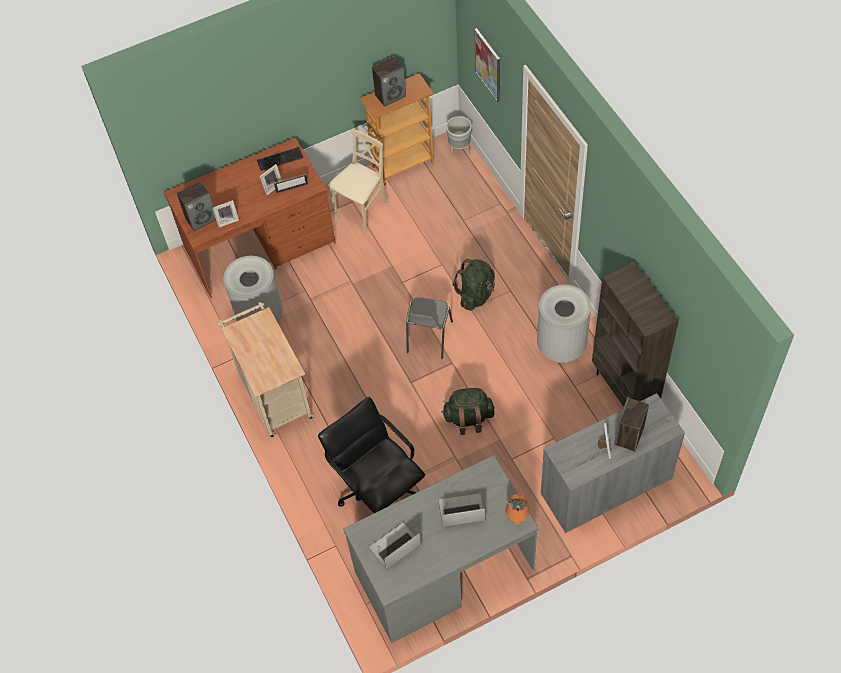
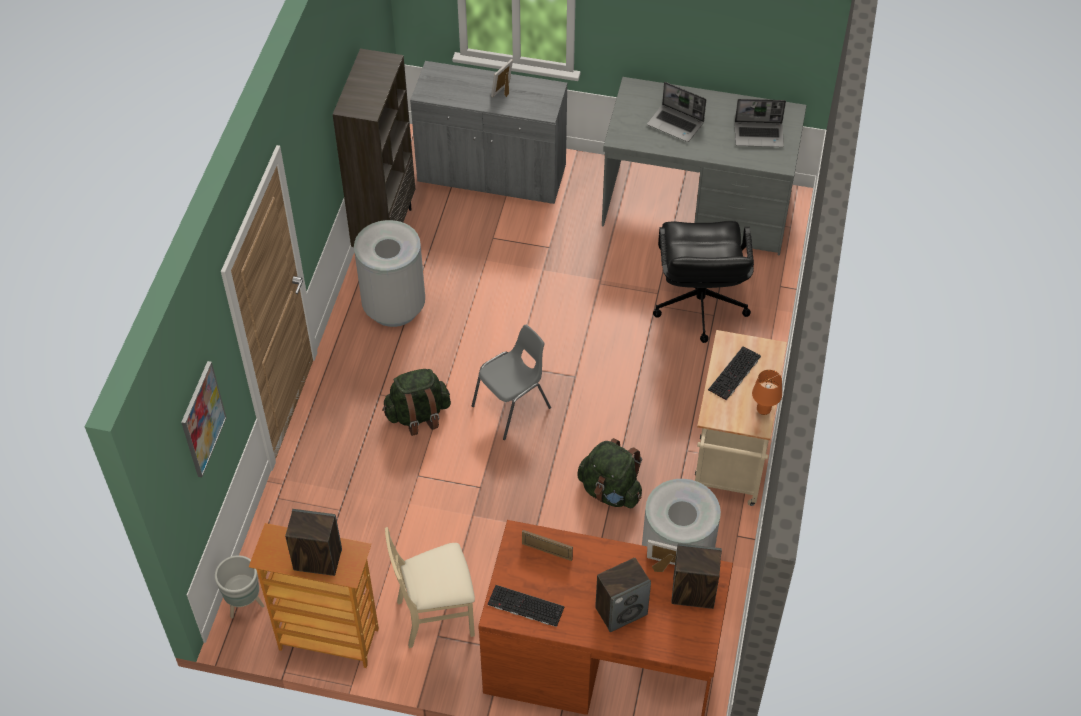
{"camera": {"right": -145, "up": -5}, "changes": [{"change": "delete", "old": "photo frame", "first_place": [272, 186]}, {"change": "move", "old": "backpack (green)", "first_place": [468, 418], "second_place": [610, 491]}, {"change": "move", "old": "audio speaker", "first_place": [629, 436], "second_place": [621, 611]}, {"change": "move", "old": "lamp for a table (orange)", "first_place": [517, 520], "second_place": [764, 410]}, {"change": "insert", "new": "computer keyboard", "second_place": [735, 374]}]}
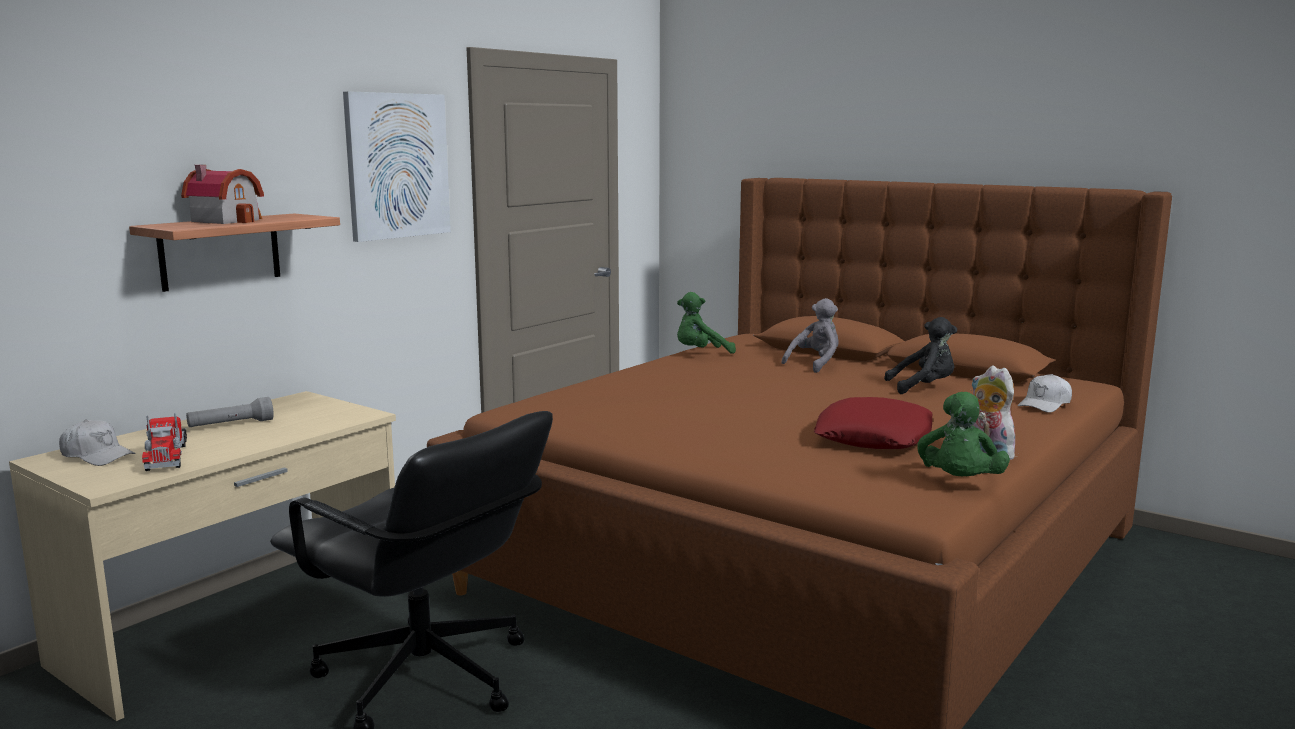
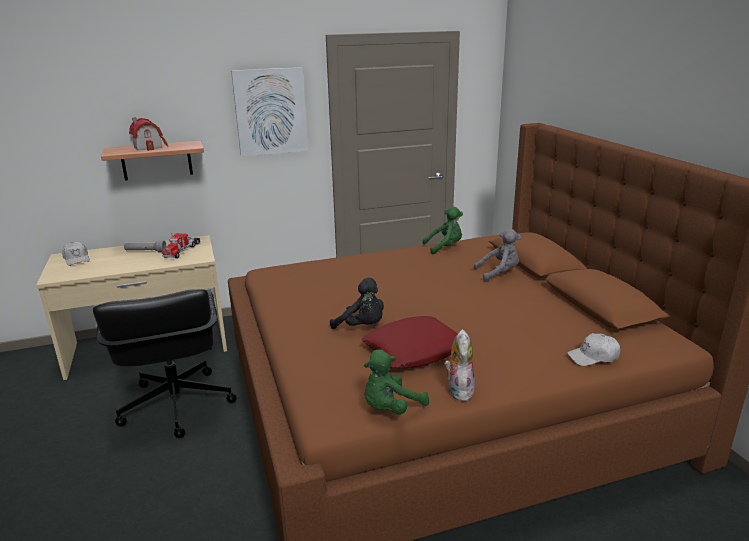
{"camera": {"right": 35, "up": 10}, "changes": [{"change": "rotate", "old": "plush toy (green)", "first_place": [701, 353], "second_place": [445, 247], "degrees": 150}, {"change": "move", "old": "plush toy (black-coloured)", "first_place": [923, 387], "second_place": [362, 326]}, {"change": "move", "old": "model truck", "first_place": [167, 456], "second_place": [182, 250]}]}
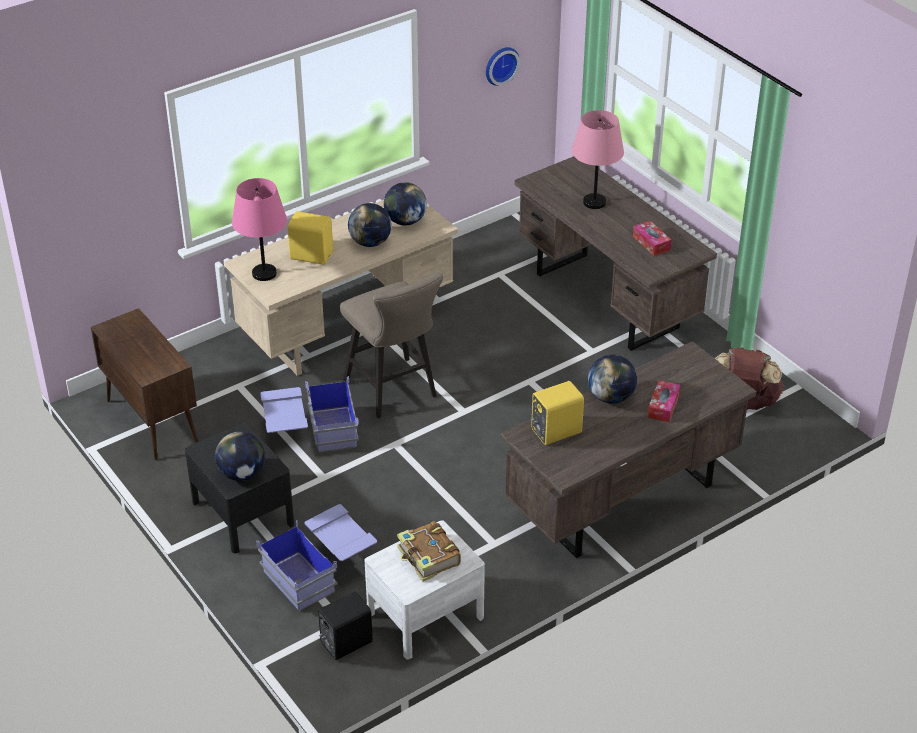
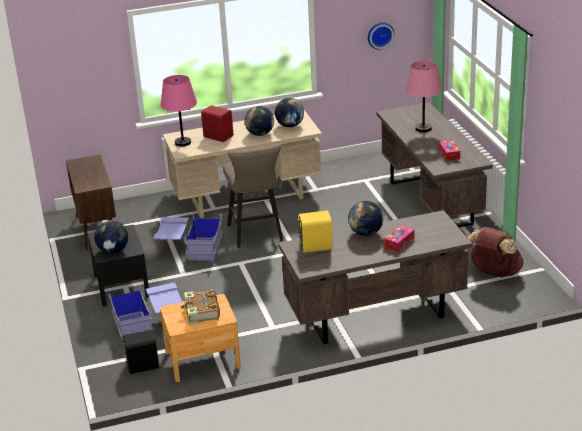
{"camera": {"right": 20, "up": -10}, "changes": [{"change": "recolor", "old": "audio speaker (yellow)", "new": "audio speaker (reddish)", "first_place": [311, 255], "second_place": [218, 136]}, {"change": "recolor", "old": "bedside table (whitish)", "new": "bedside table (brownish)", "first_place": [425, 615], "second_place": [202, 360]}]}
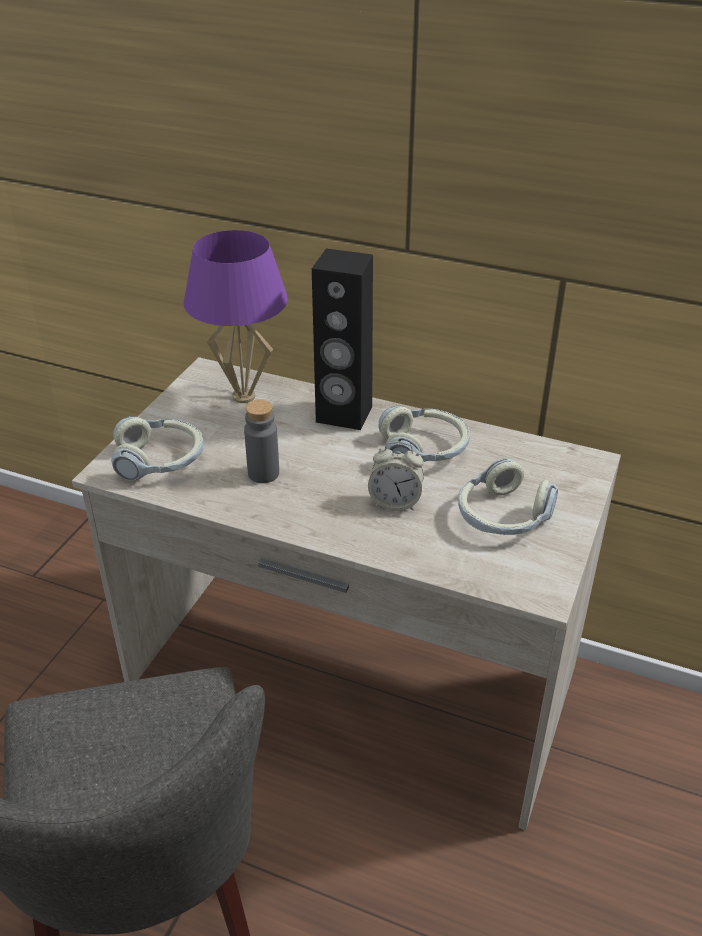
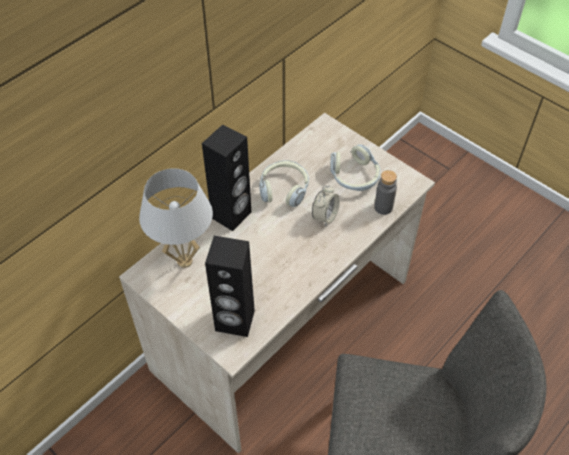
{"camera": {"right": -70, "up": 15}, "changes": [{"change": "recolor", "old": "lamp for a table (purple-coloured)", "new": "lamp for a table (whitish)", "first_place": [244, 396], "second_place": [184, 261]}, {"change": "move", "old": "bottle (gray)", "first_place": [263, 473], "second_place": [383, 207]}, {"change": "replace", "old": "headset", "new": "audio speaker (black-coloured)", "first_place": [160, 461], "second_place": [234, 321]}]}
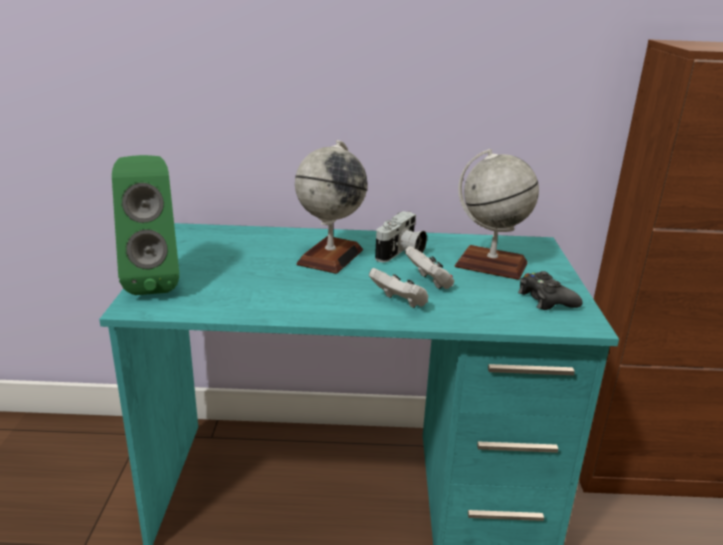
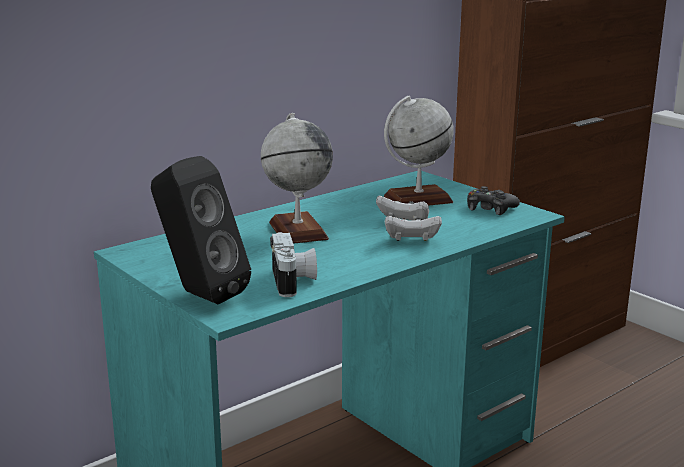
{"camera": {"right": -40, "up": -5}, "changes": [{"change": "recolor", "old": "audio speaker (green)", "new": "audio speaker (black-coloured)", "first_place": [154, 282], "second_place": [199, 295]}, {"change": "move", "old": "photo camera", "first_place": [401, 254], "second_place": [294, 282]}]}
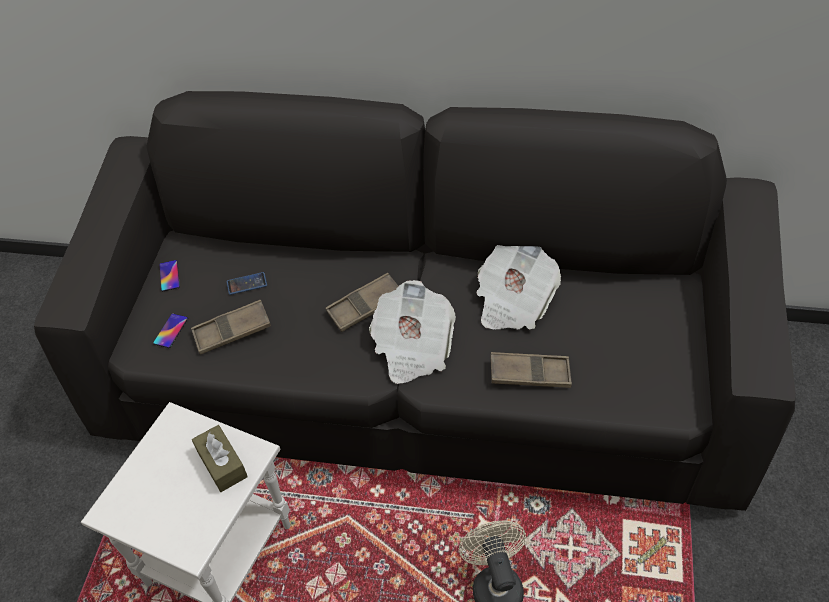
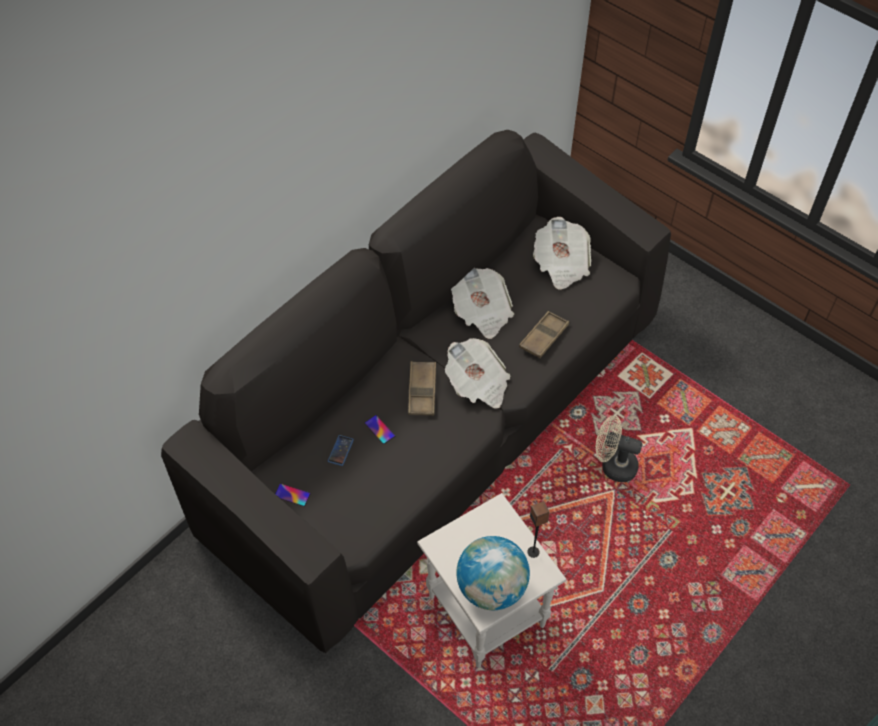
{"camera": {"right": -60, "up": 5}, "changes": [{"change": "delete", "old": "serving tray (brownish)", "first_place": [232, 331]}, {"change": "move", "old": "phone", "first_place": [171, 331], "second_place": [379, 429]}, {"change": "delete", "old": "box of tissues (brownish)", "first_place": [222, 464]}, {"change": "insert", "new": "daily paper", "second_place": [561, 264]}, {"change": "insert", "new": "audio speaker", "second_place": [533, 552]}, {"change": "insert", "new": "world globe", "second_place": [491, 588]}]}
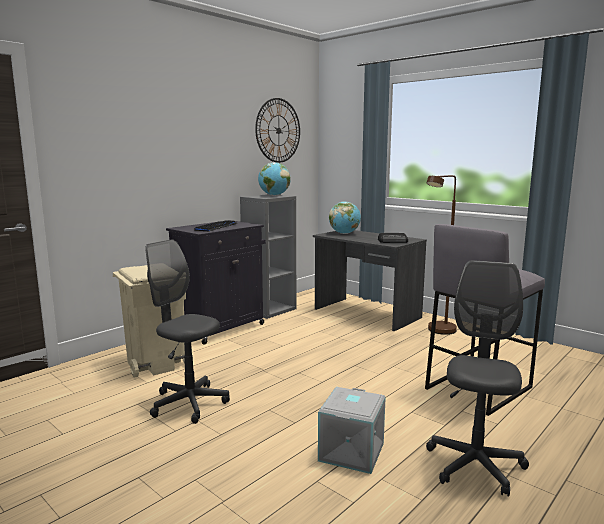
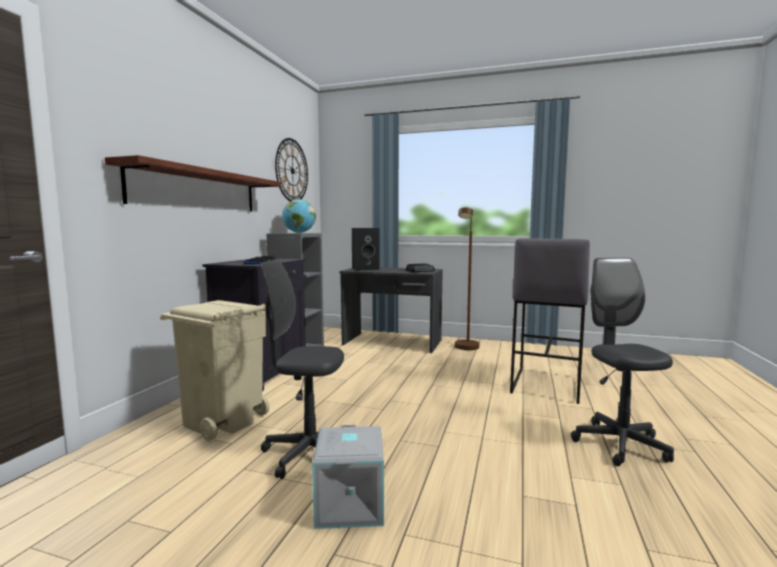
{"camera": {"right": -25, "up": -5}, "changes": [{"change": "replace", "old": "world globe", "new": "audio speaker (black-coloured)", "first_place": [344, 233], "second_place": [366, 269]}, {"change": "move", "old": "storage container (gray)", "first_place": [352, 452], "second_place": [351, 505]}, {"change": "insert", "new": "wall shelf", "second_place": [198, 190]}]}
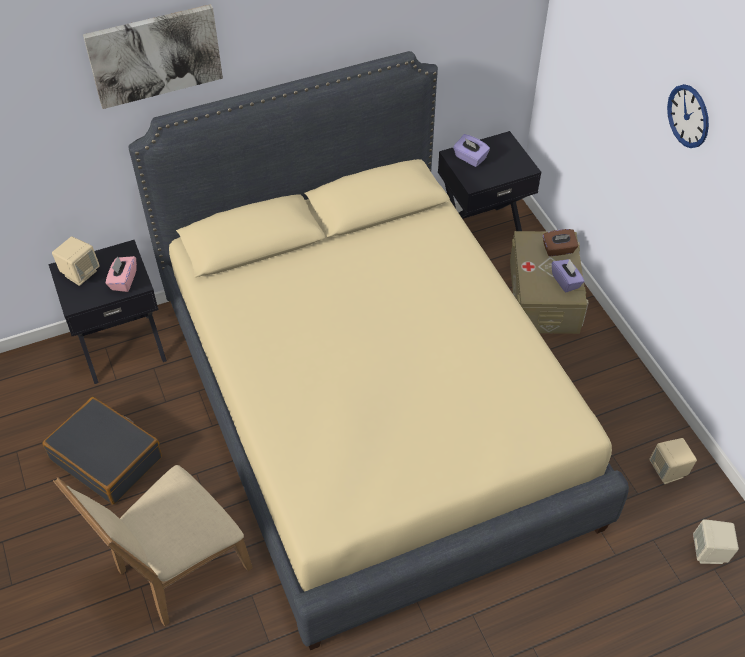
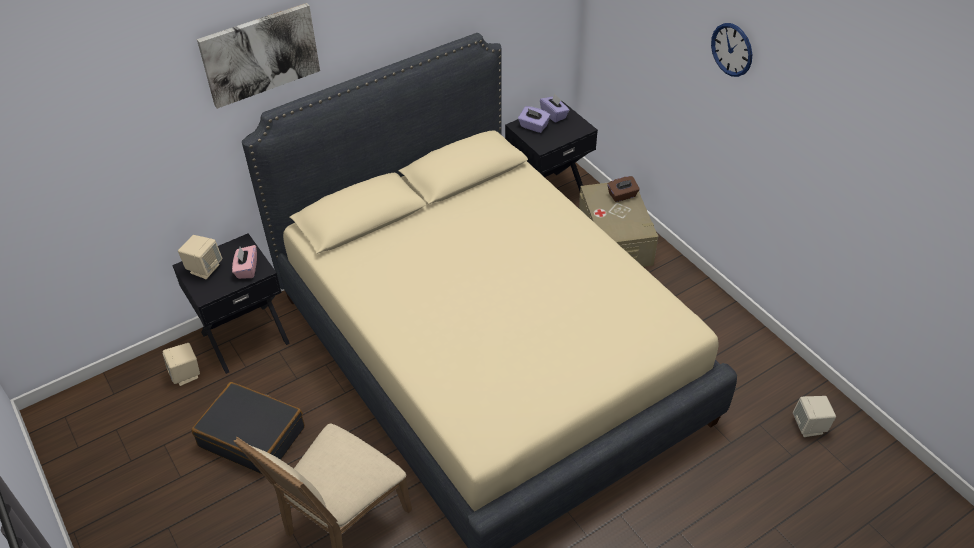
{"camera": {"right": -10, "up": -5}, "changes": [{"change": "move", "old": "box of tissues (purple-coloured)", "first_place": [566, 281], "second_place": [554, 115]}, {"change": "move", "old": "audio speaker (beige)", "first_place": [668, 471], "second_place": [186, 374]}]}
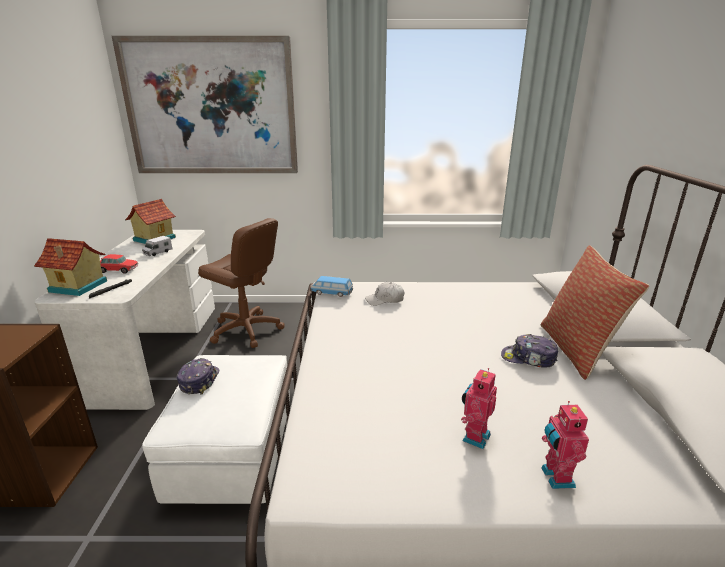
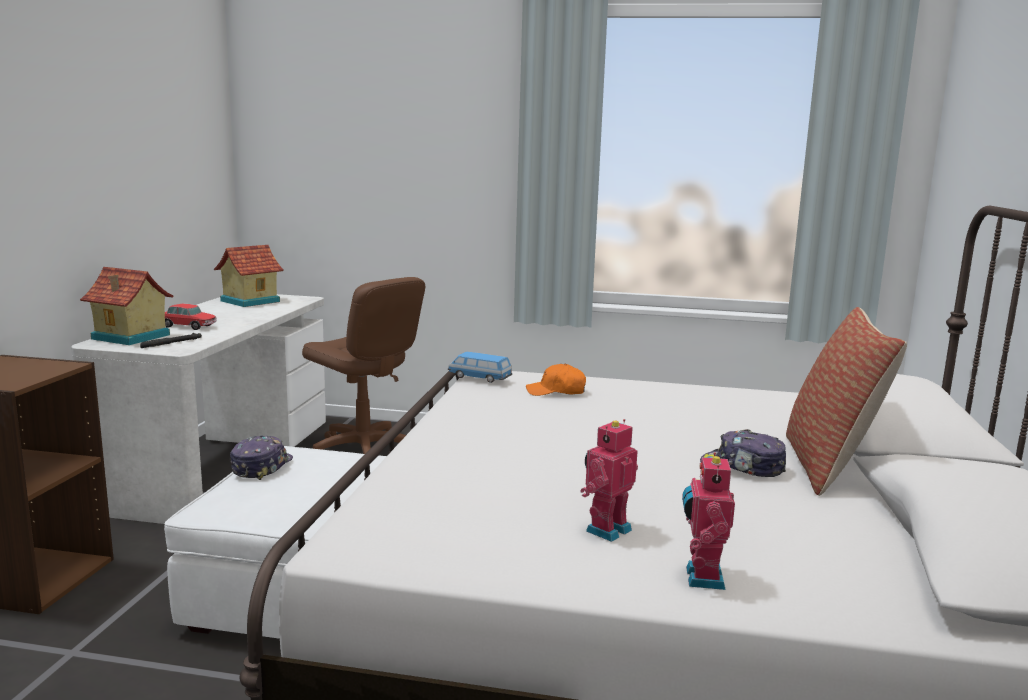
{"camera": {"right": 10, "up": -10}, "changes": [{"change": "delete", "old": "wall art", "first_place": [212, 108]}, {"change": "delete", "old": "model truck", "first_place": [157, 252]}, {"change": "recolor", "old": "baseball cap (whitish)", "new": "baseball cap (orange)", "first_place": [385, 300], "second_place": [556, 392]}]}
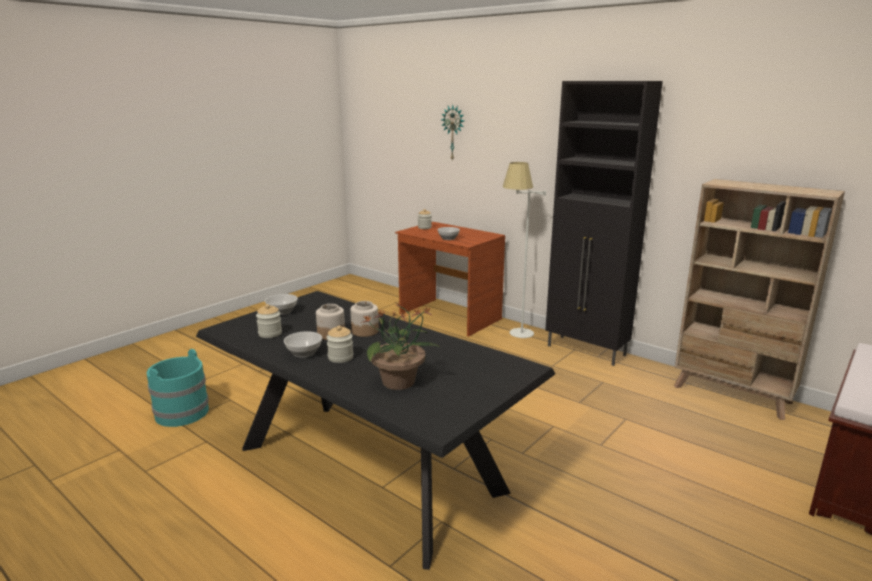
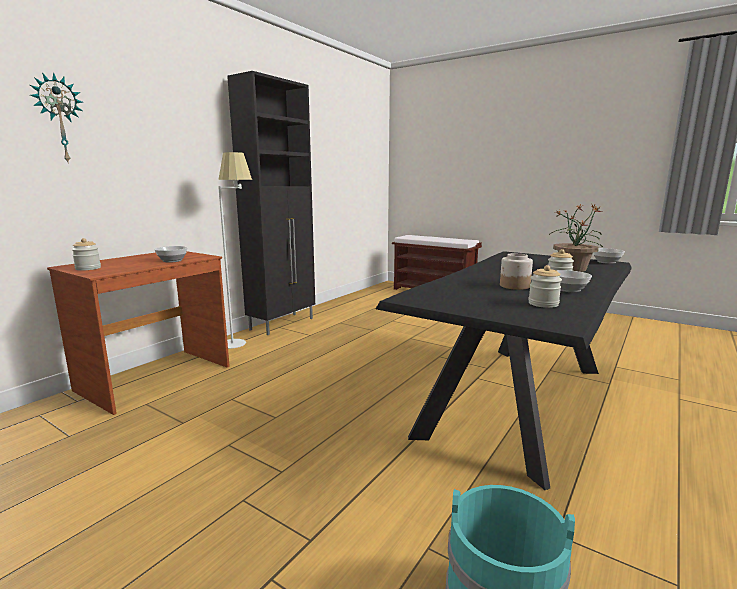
{"camera": {"right": -95, "up": -5}, "changes": [{"change": "delete", "old": "bookshelf (beige)", "first_place": [732, 395]}, {"change": "move", "old": "deep dish", "first_place": [283, 311], "second_place": [606, 262]}, {"change": "delete", "old": "jar", "first_place": [365, 331]}]}
